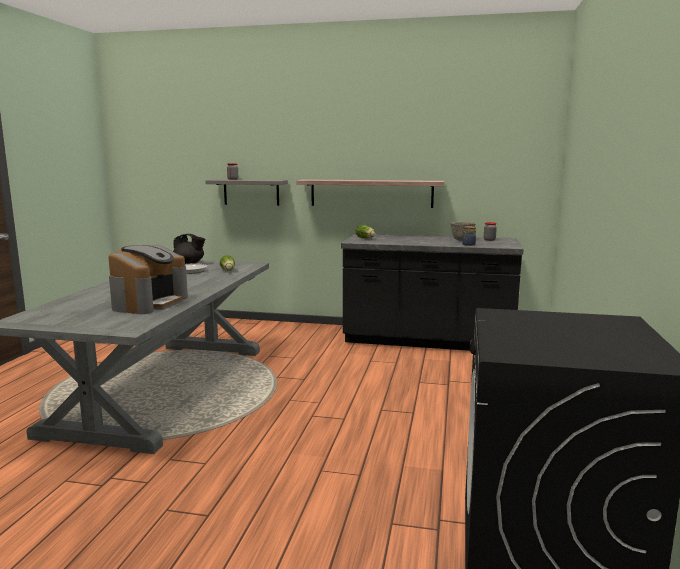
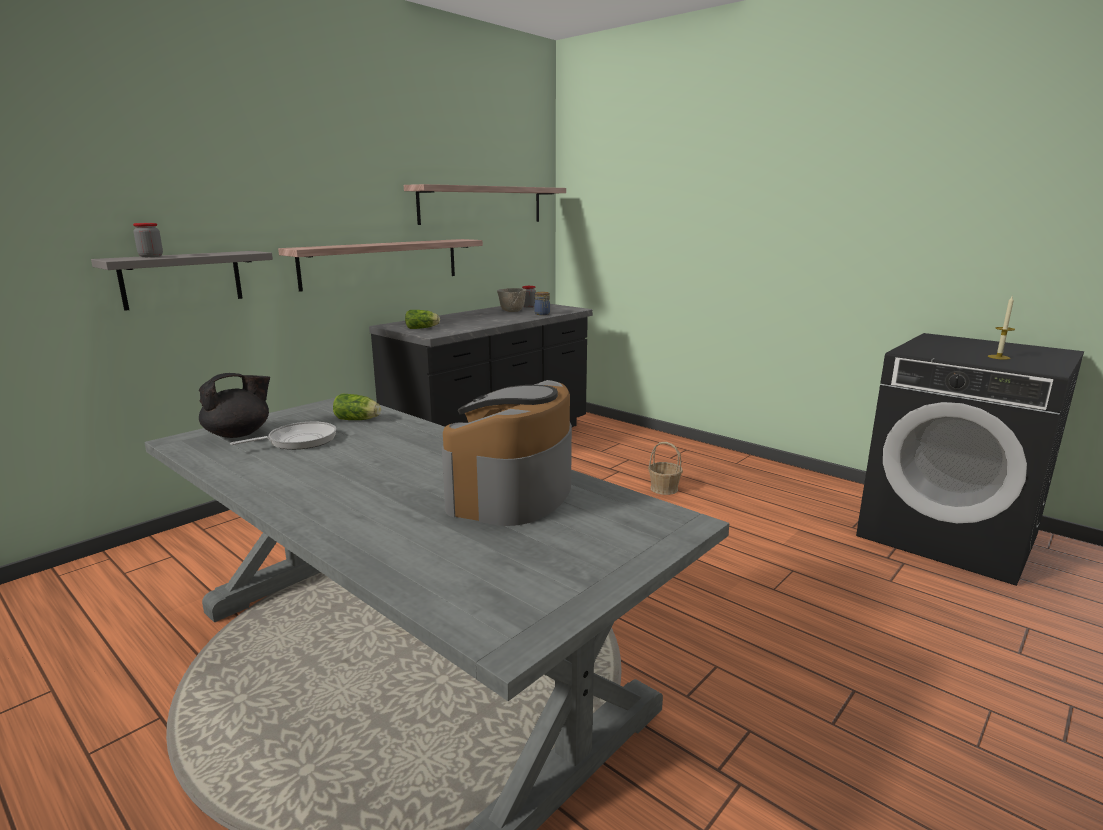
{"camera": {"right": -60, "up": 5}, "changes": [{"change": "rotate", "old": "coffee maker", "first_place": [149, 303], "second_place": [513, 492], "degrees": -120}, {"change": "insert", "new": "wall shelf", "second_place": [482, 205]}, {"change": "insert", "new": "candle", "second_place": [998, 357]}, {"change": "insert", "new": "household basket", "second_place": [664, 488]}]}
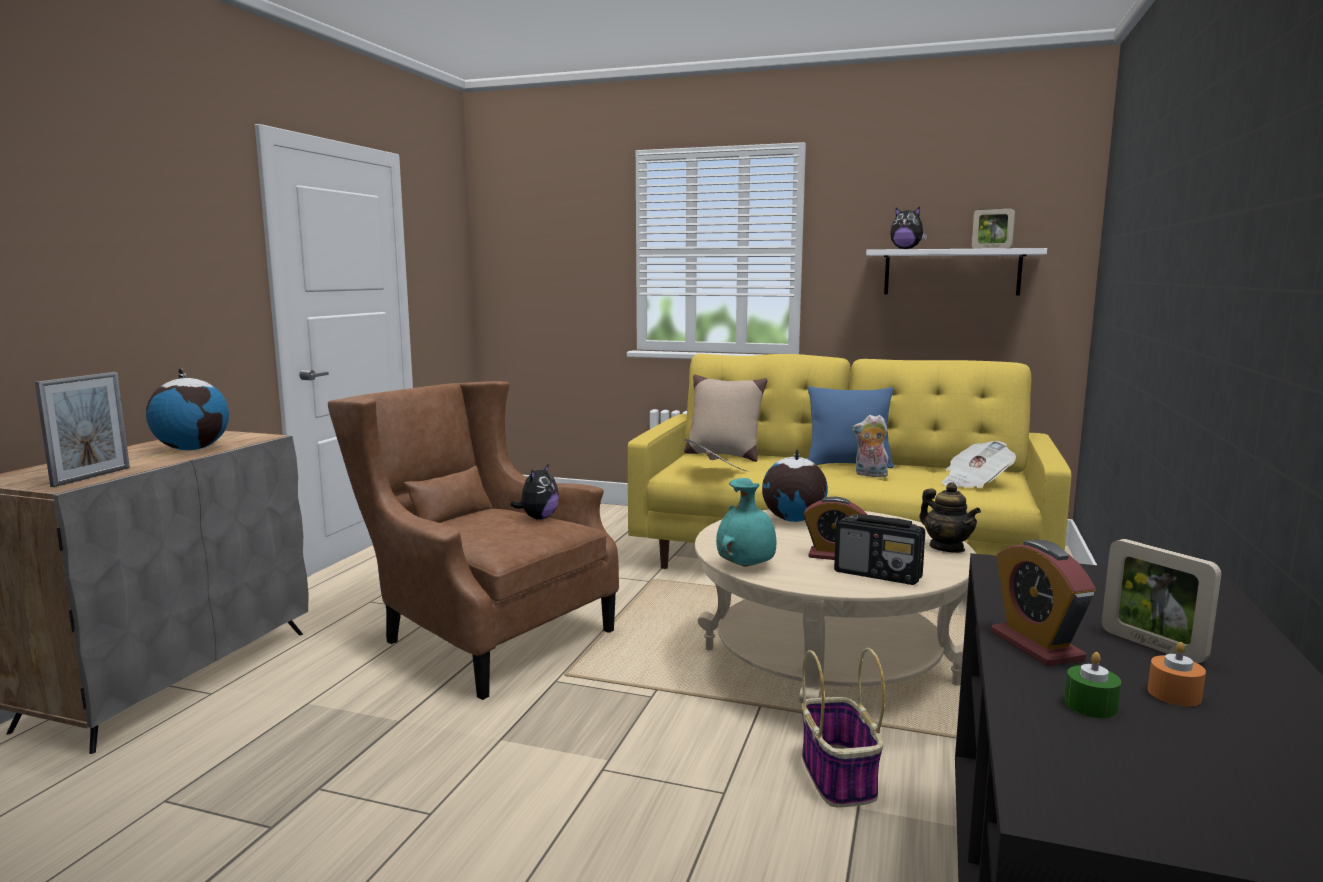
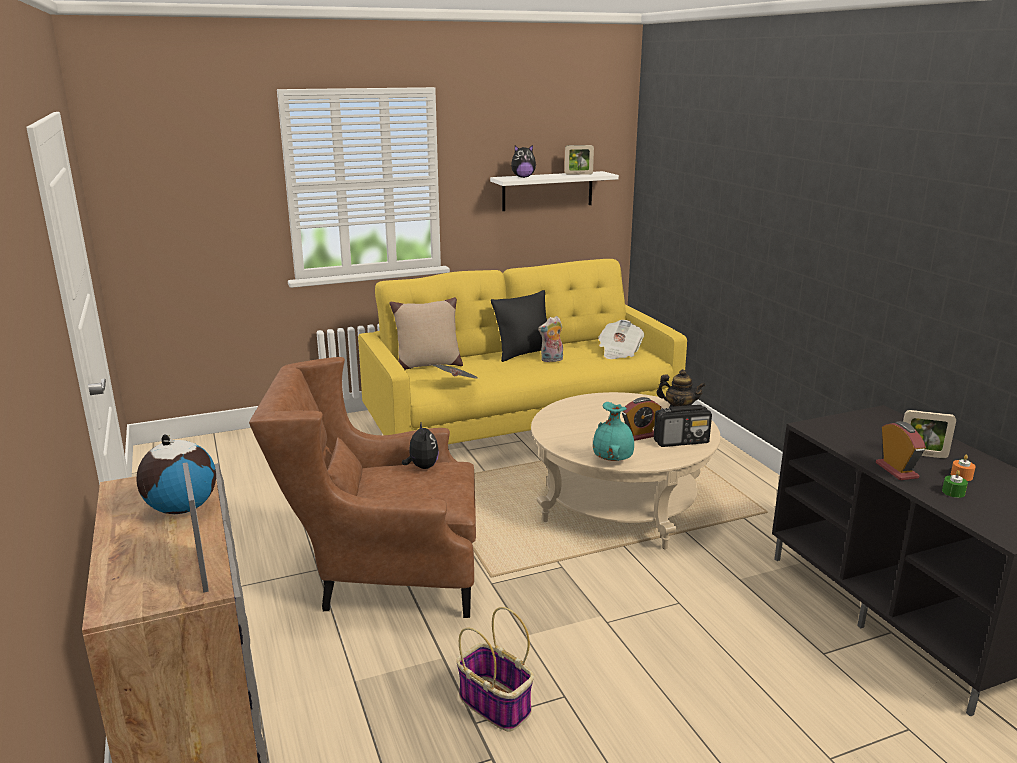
{"camera": {"right": -40, "up": 10}, "changes": [{"change": "recolor", "old": "pillow (bluish)", "new": "pillow (black-coloured)", "first_place": [848, 464], "second_place": [524, 353]}, {"change": "delete", "old": "world globe", "first_place": [793, 520]}, {"change": "rotate", "old": "alarm clock", "first_place": [1036, 645], "second_place": [896, 470], "degrees": -135}, {"change": "move", "old": "household basket", "first_place": [839, 777], "second_place": [496, 704]}]}
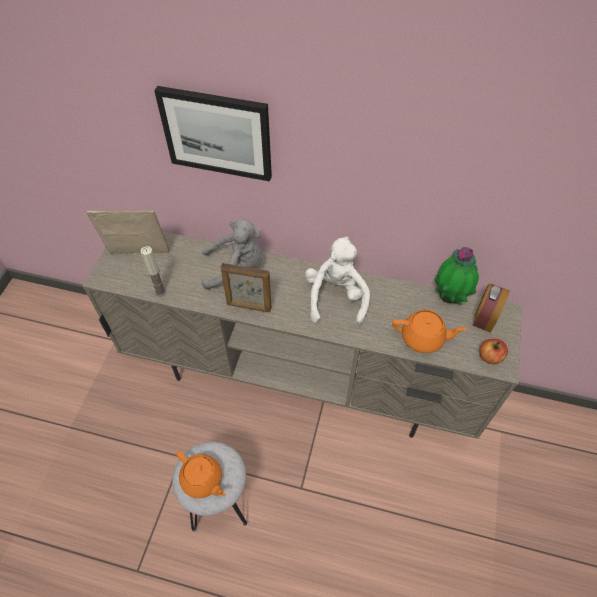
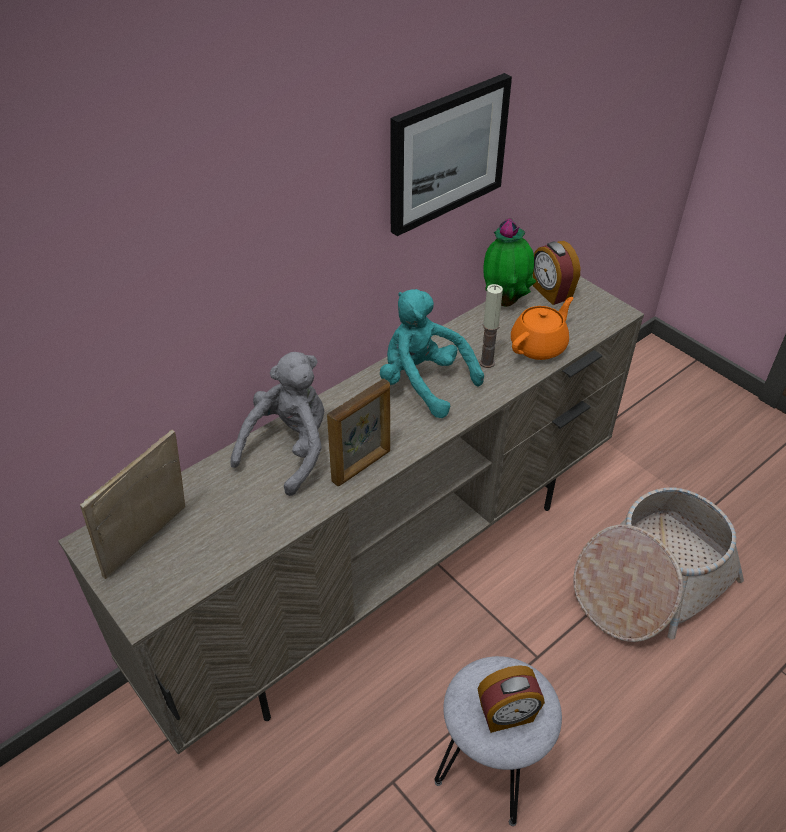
{"camera": {"right": -55, "up": -10}, "changes": [{"change": "move", "old": "wall art", "first_place": [217, 133], "second_place": [446, 153]}, {"change": "recolor", "old": "plush toy (whitish)", "new": "plush toy (blue-green)", "first_place": [336, 297], "second_place": [423, 383]}, {"change": "move", "old": "candle", "first_place": [160, 291], "second_place": [487, 362]}, {"change": "delete", "old": "apple", "first_place": [490, 357]}, {"change": "replace", "old": "pot for tea (orange)", "new": "alarm clock", "first_place": [202, 480], "second_place": [507, 715]}, {"change": "insert", "new": "household basket", "second_place": [649, 582]}]}
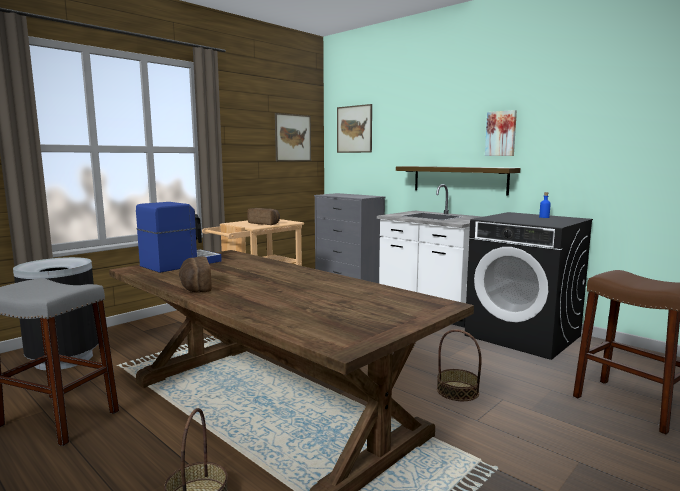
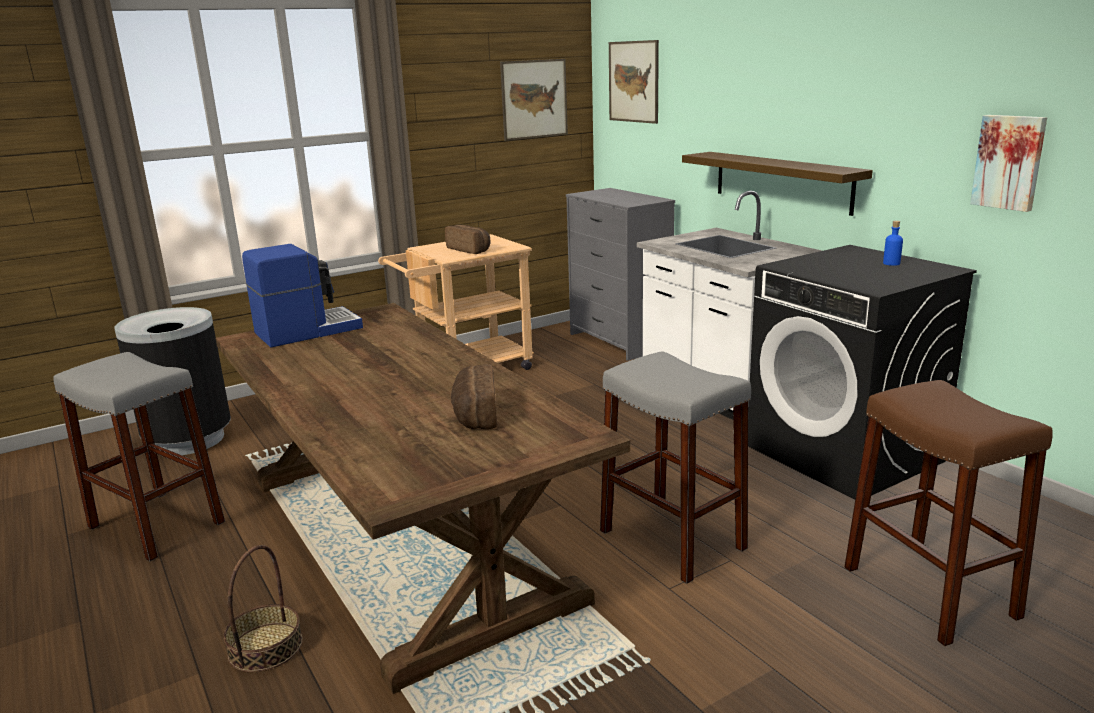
{"camera": {"right": 15, "up": 10}, "changes": [{"change": "move", "old": "wall art", "first_place": [501, 133], "second_place": [1009, 162]}, {"change": "move", "old": "baked bread", "first_place": [194, 287], "second_place": [474, 414]}, {"change": "replace", "old": "household basket", "new": "sitting stool (gray)", "first_place": [457, 391], "second_place": [672, 540]}]}
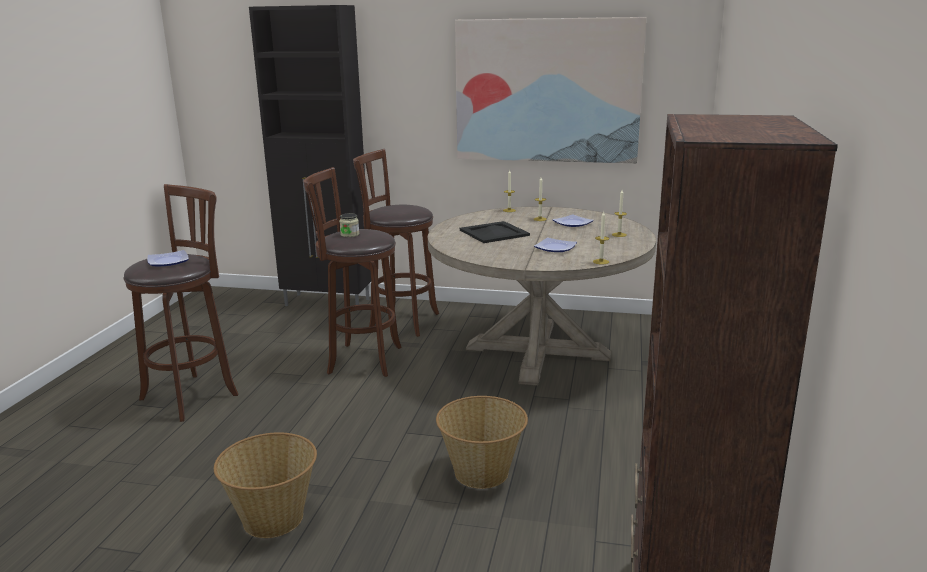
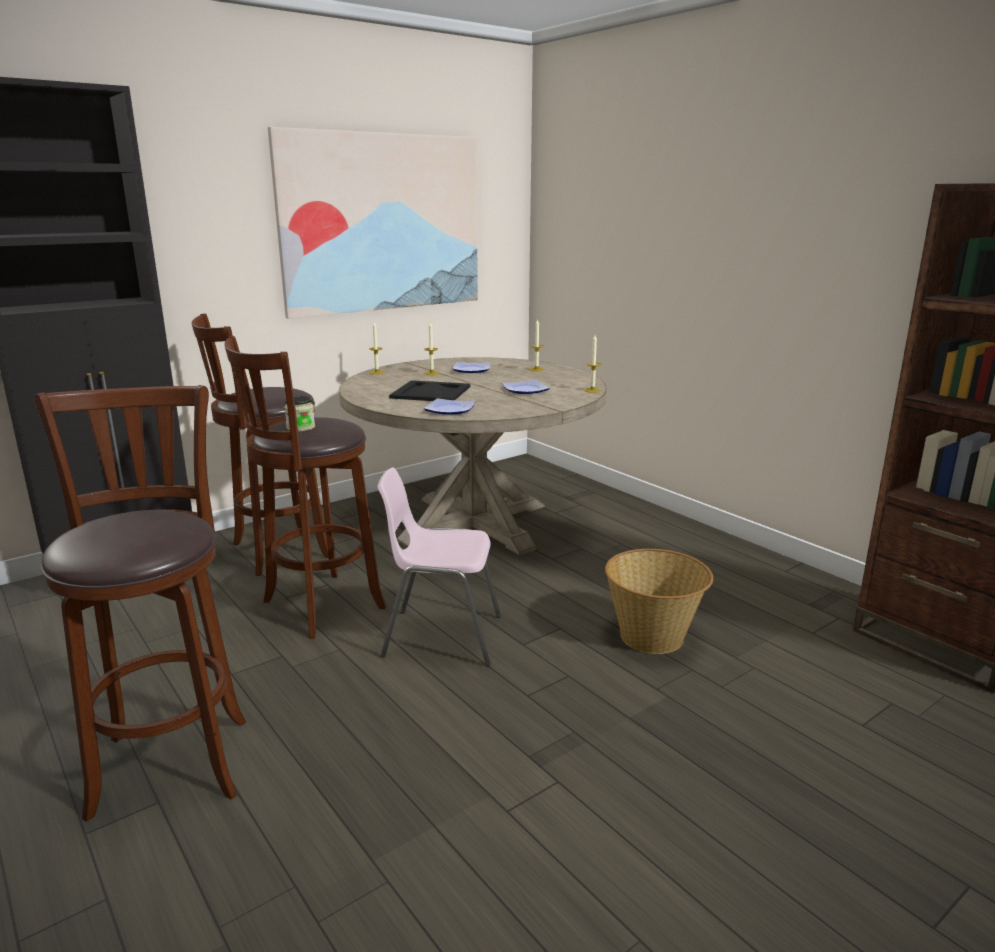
{"camera": {"right": -50, "up": 0}, "changes": [{"change": "move", "old": "dinner plate", "first_place": [169, 261], "second_place": [449, 410]}, {"change": "delete", "old": "household basket", "first_place": [273, 518]}, {"change": "insert", "new": "chair (pinkish)", "second_place": [441, 636]}]}
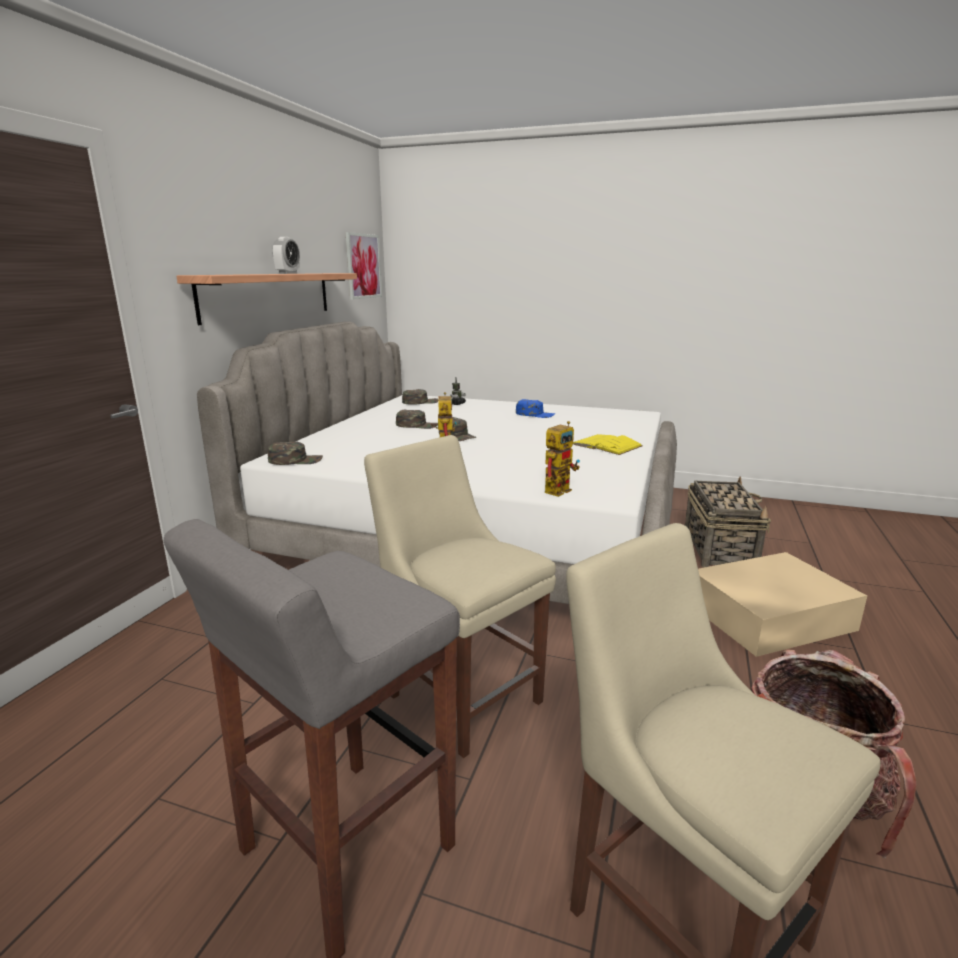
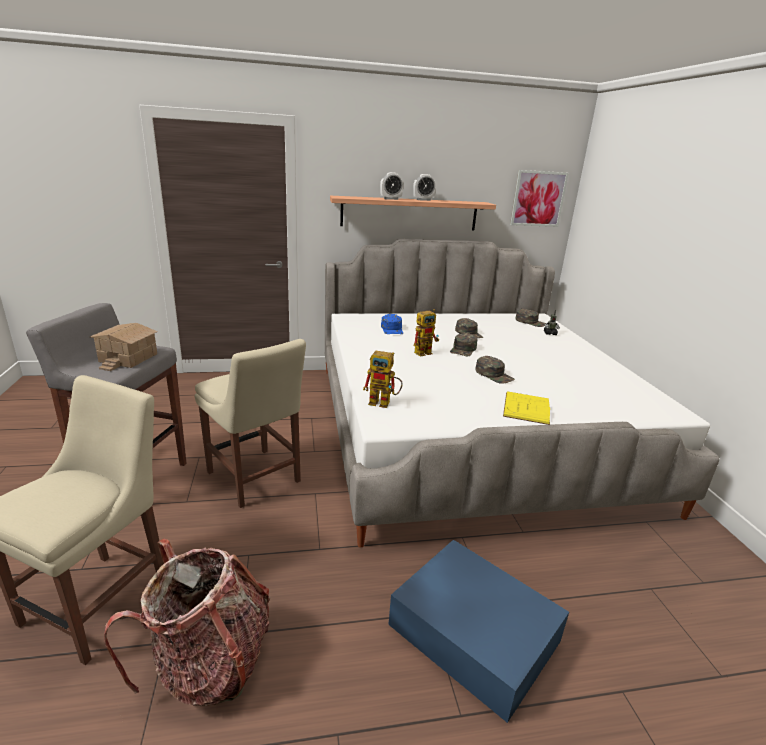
{"camera": {"right": 60, "up": 5}, "changes": [{"change": "move", "old": "baseball cap (bluish)", "first_place": [535, 414], "second_place": [392, 329]}, {"change": "rotate", "old": "chair (beige)", "first_place": [461, 694], "second_place": [255, 479], "degrees": 120}, {"change": "move", "old": "baseball cap (green)", "first_place": [296, 460], "second_place": [494, 375]}, {"change": "delete", "old": "household basket", "first_place": [718, 548]}, {"change": "recolor", "old": "storage container (beige)", "new": "storage container (bluish)", "first_place": [767, 616], "second_place": [472, 631]}, {"change": "insert", "new": "alarm clock", "second_place": [391, 199]}, {"change": "insert", "new": "miniature house", "second_place": [129, 358]}]}
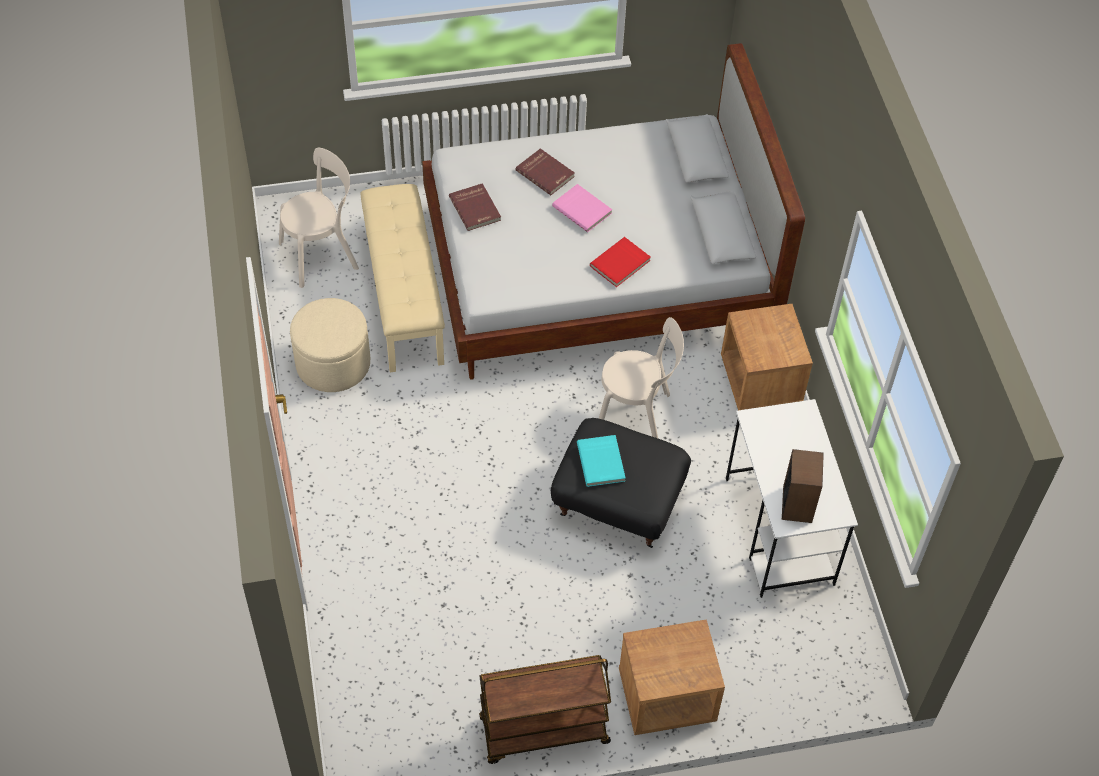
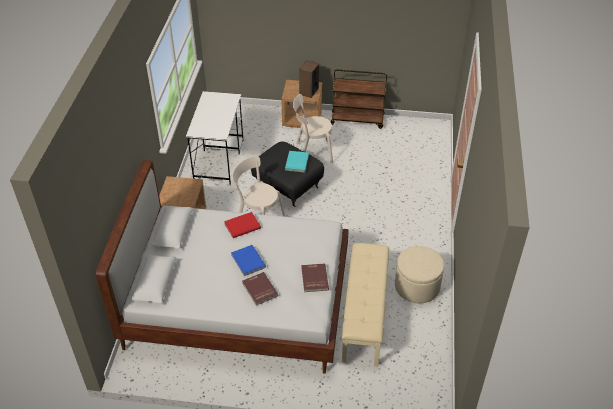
{"camera": {"right": -160, "up": -10}, "changes": [{"change": "move", "old": "chair (beige)", "first_place": [322, 254], "second_place": [312, 153]}, {"change": "recolor", "old": "book (pinkish)", "new": "book (bluish)", "first_place": [582, 209], "second_place": [247, 261]}, {"change": "move", "old": "audio speaker", "first_place": [797, 504], "second_place": [308, 91]}]}
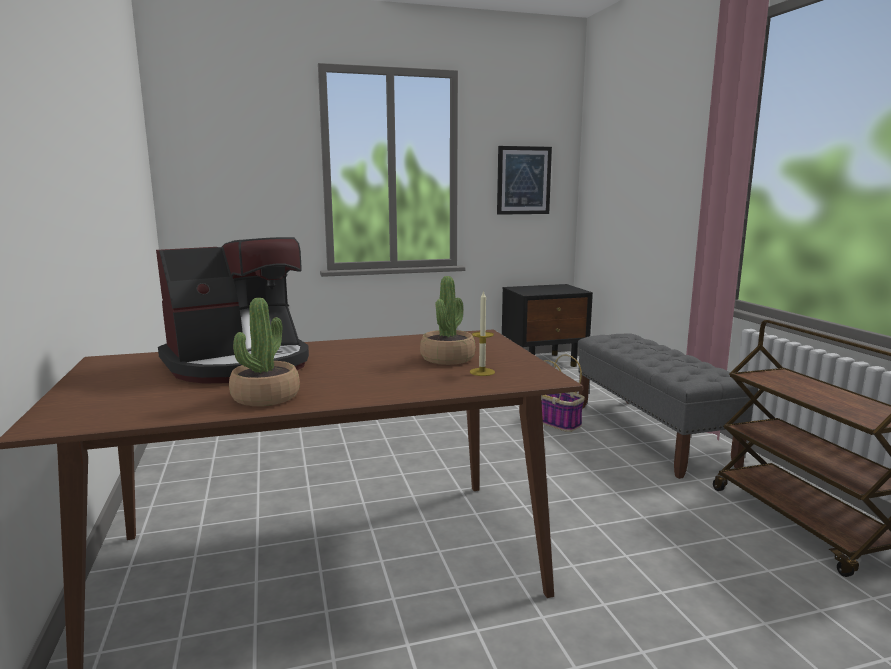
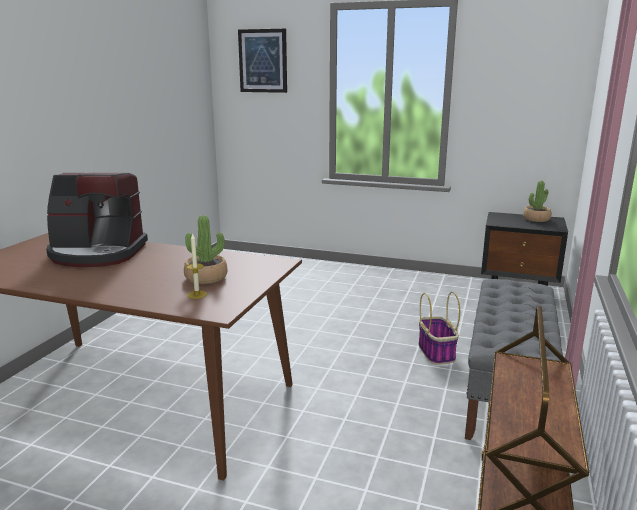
{"camera": {"right": 35, "up": 5}, "changes": [{"change": "move", "old": "wall art", "first_place": [523, 180], "second_place": [263, 61]}, {"change": "move", "old": "potted plant", "first_place": [265, 397], "second_place": [536, 219]}]}
